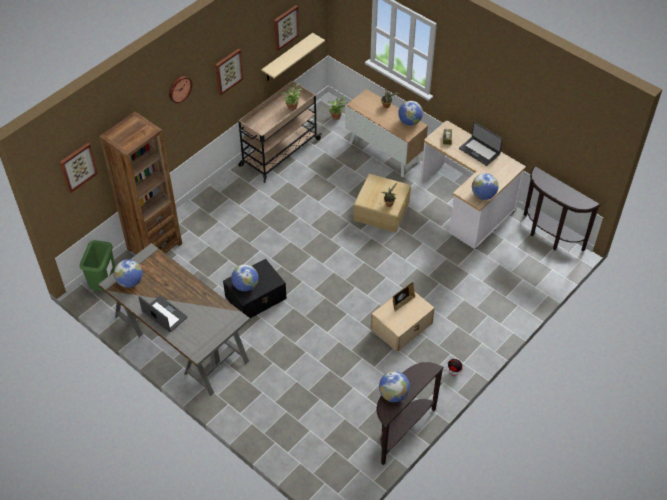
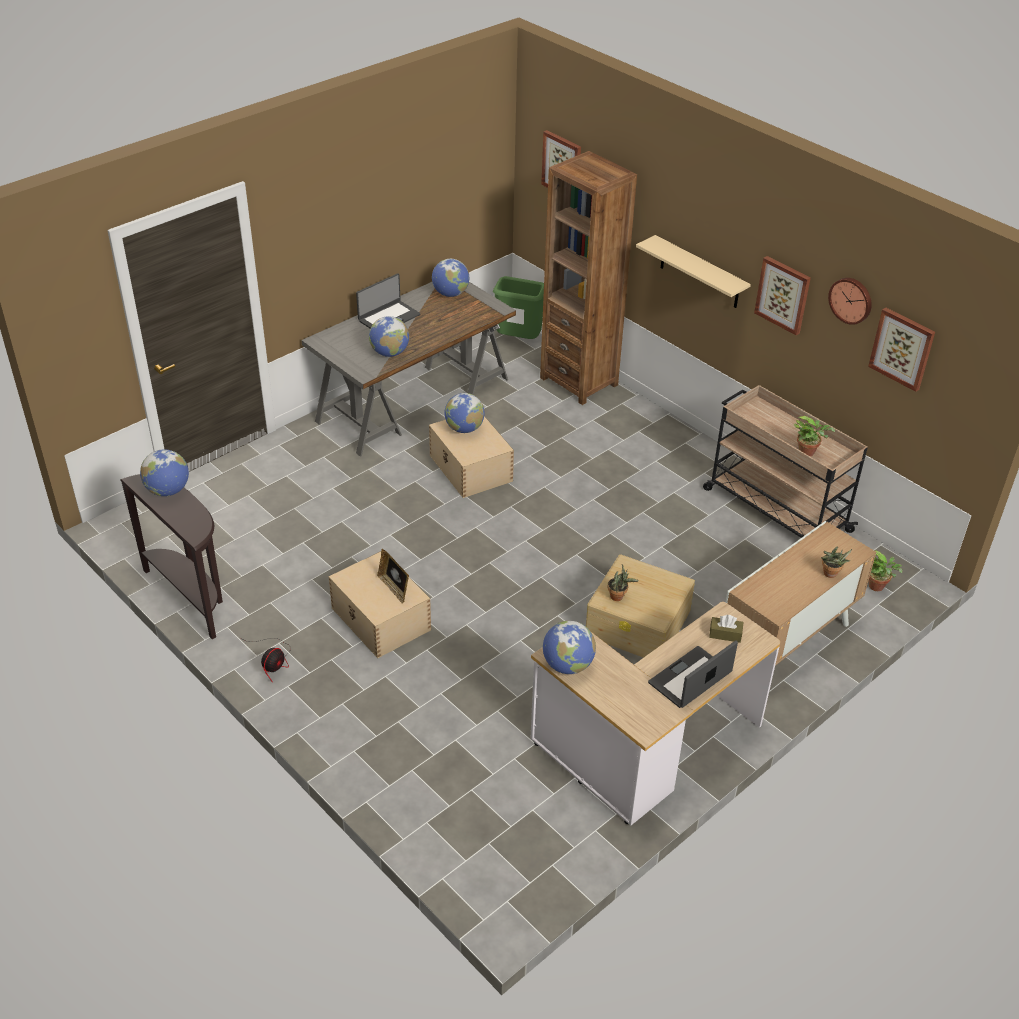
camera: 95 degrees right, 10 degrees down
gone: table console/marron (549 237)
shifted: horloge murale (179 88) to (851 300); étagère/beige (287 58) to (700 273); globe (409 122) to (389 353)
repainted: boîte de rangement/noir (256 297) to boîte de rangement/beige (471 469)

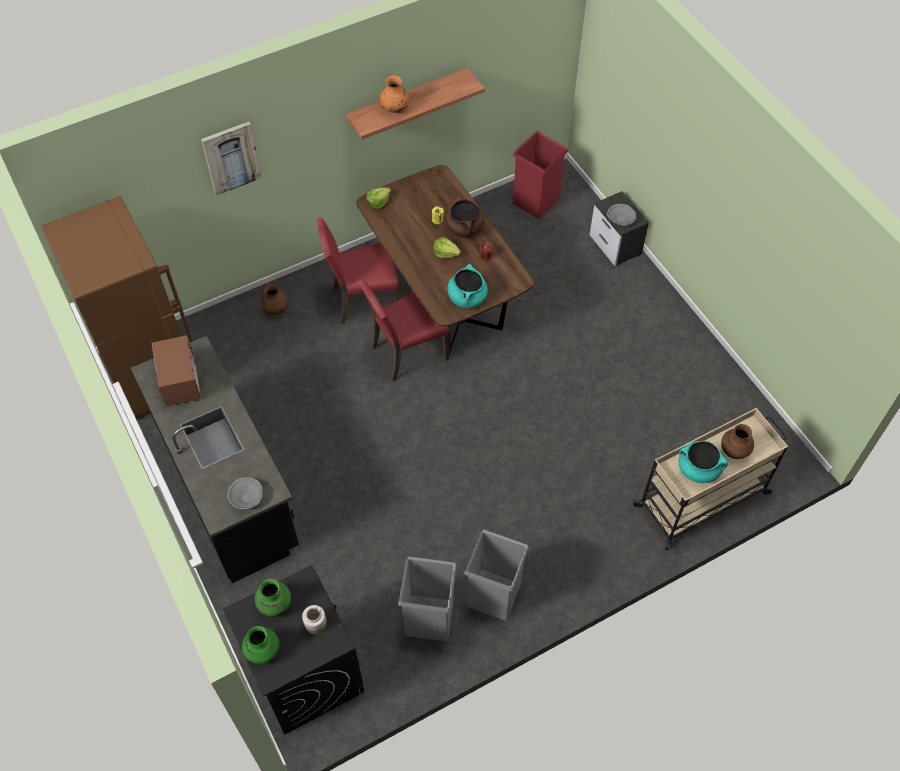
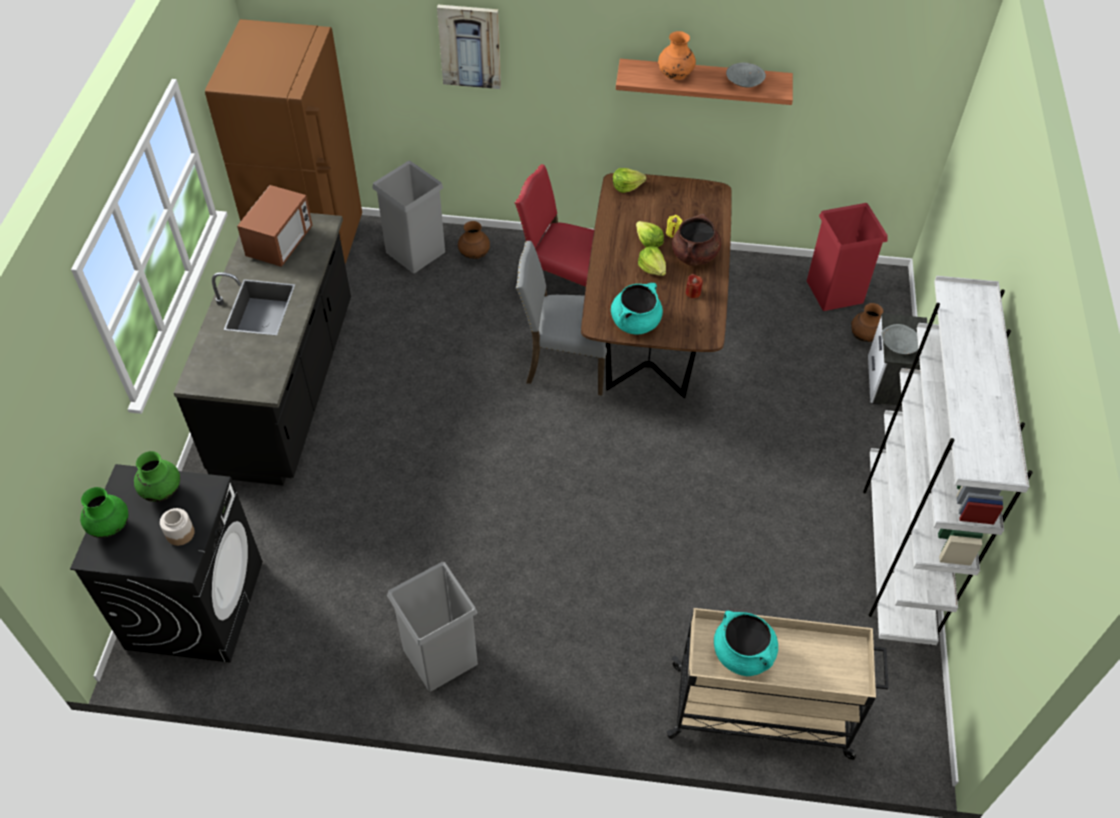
camera: 35 degrees right, 5 degrees down
new: laitue (648 242); bibliothèque/blanc (896 555)
shifted: bol/gris (246 497) to (744 83); poubelle/gris (429 617) to (415 252); vase/marron (734 450) to (865 337)
repainted: chaise/rouge (407 352) to chaise/gris (565 364)

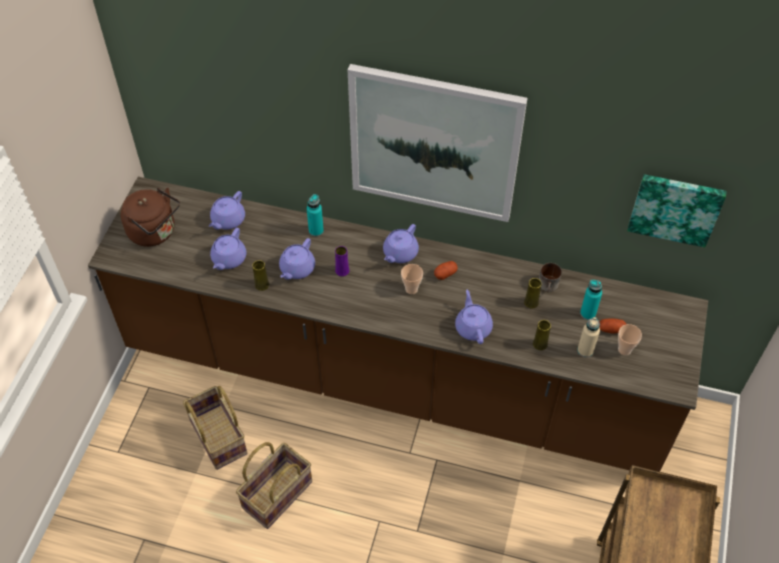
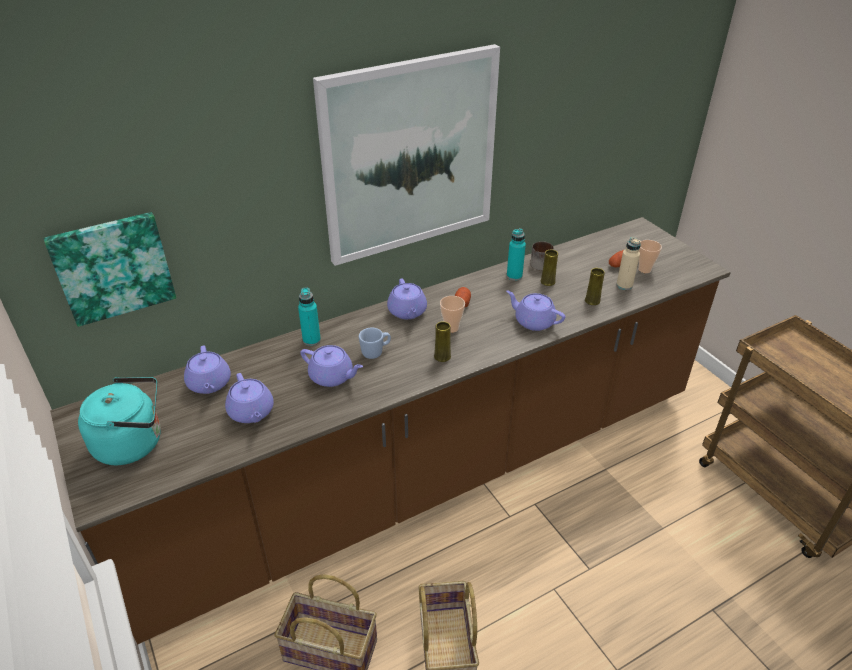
camera: 45 degrees left, 15 degrees down
shifted: vase/jaune (262 285) to (442 356); bouteille/turquoise (588 313) to (514 276); tableau (675 208) to (113 267)
swapped: vase/violet (342 270) to mug/bleu (376 352)
repainted: bouilloire/marron (155 232) to bouilloire/turquoise (133 443)
rotated: théière/violet (297 269) = (332 377) 45 degrees counterclockwise

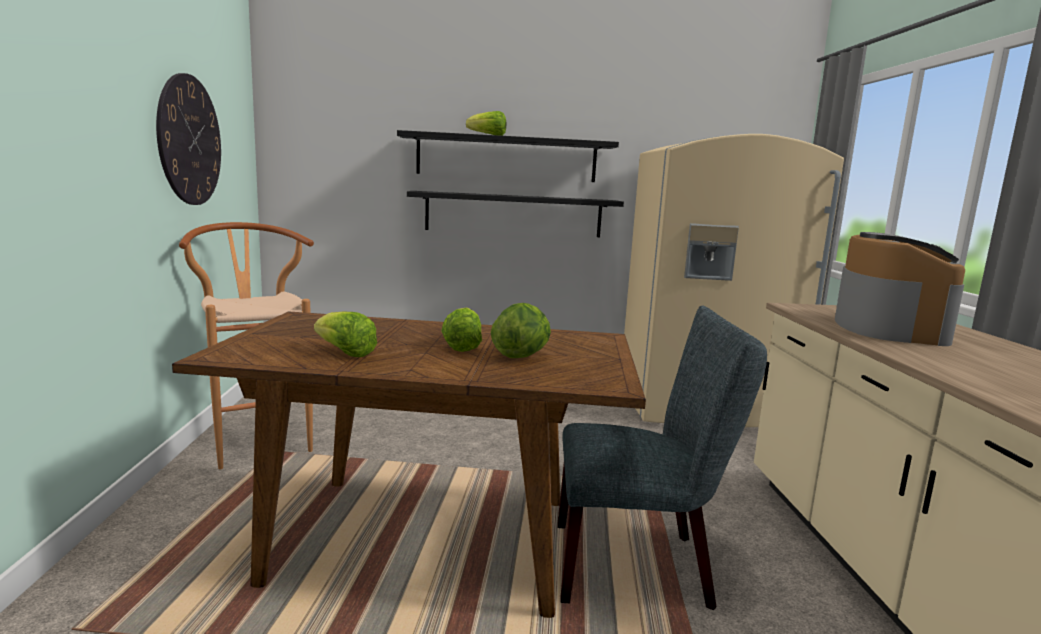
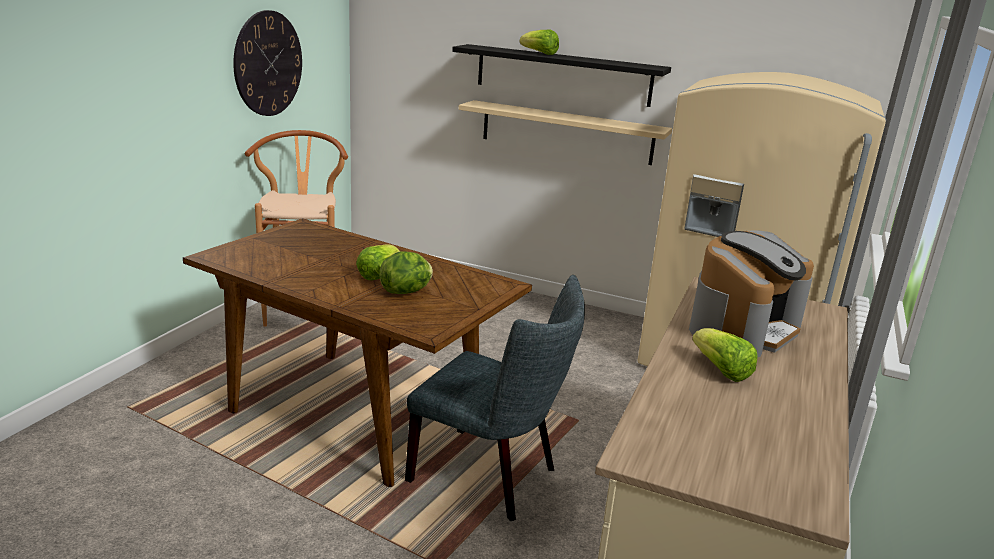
camera: 25 degrees right, 10 degrees up
shifted: laitue (345 353) to (721 370)
repainted: étagère/noir (514 214) to étagère/beige (566 132)

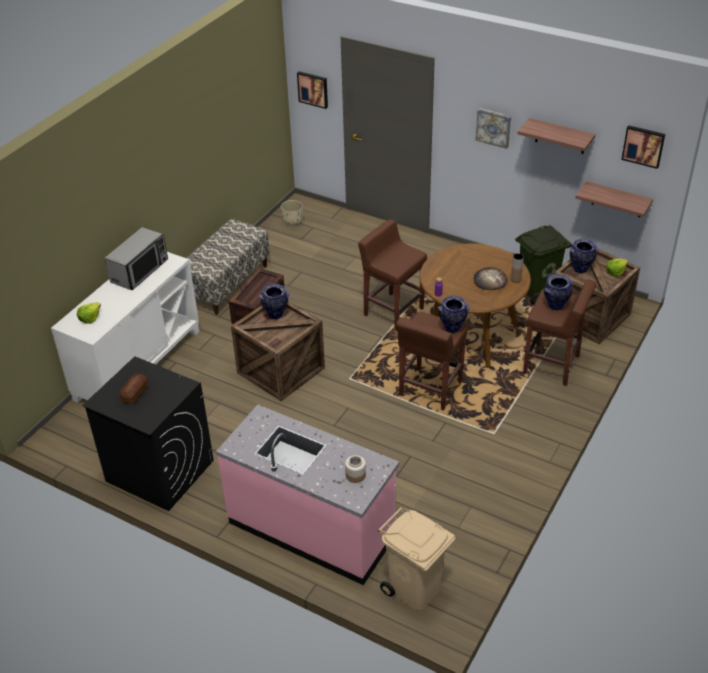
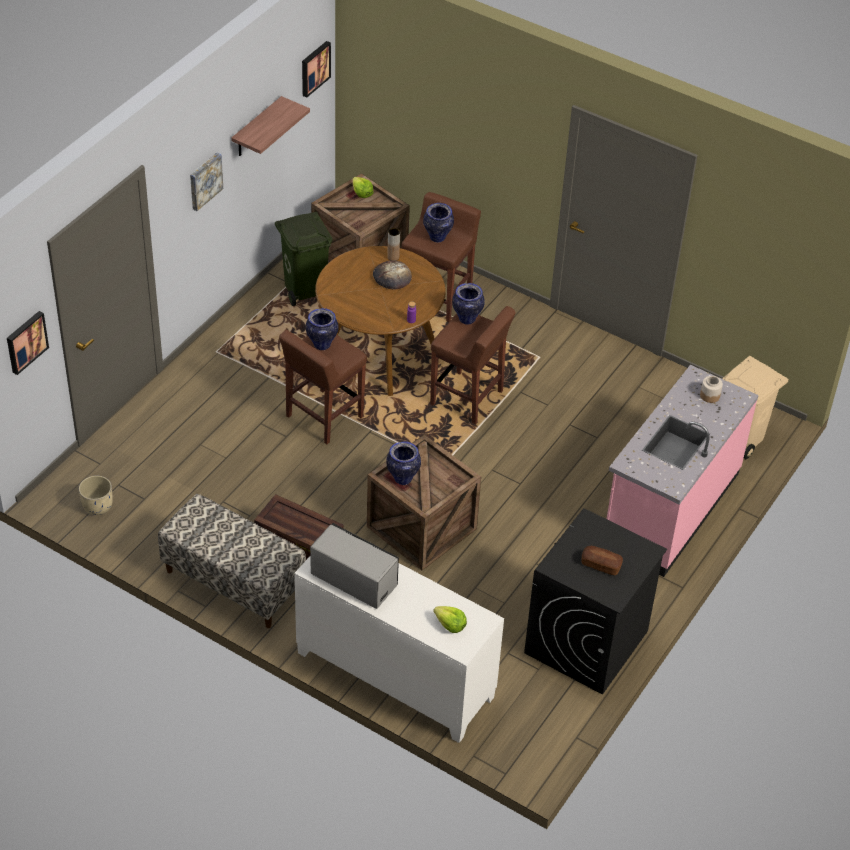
camera: 90 degrees left, 5 degrees up
gone: étagère (617 200)
shifted: vase (580 269) to (322 344)

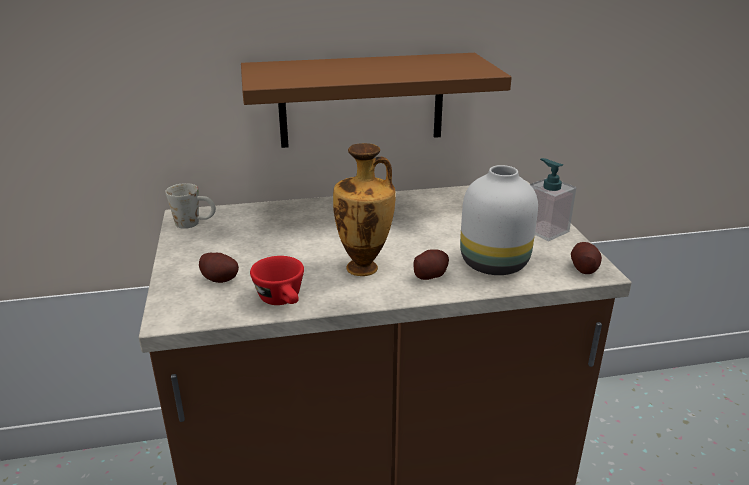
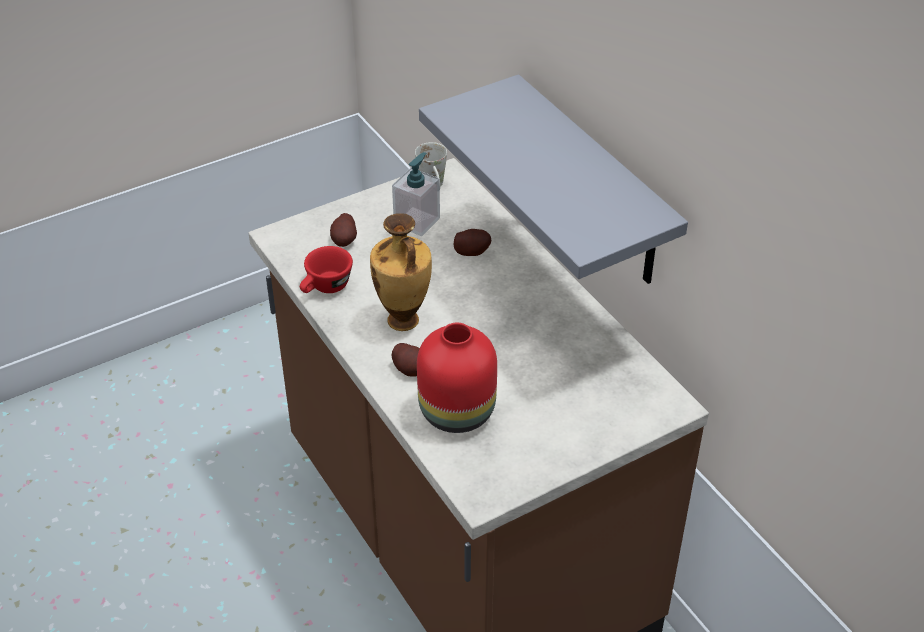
camera: 70 degrees right, 15 degrees up
shifted: distributeur de savon (545 230) to (417 221); pomme de terre (583 268) to (472 251)
repainted: étagère/marron (361 100) to étagère/gris (594 185); vase/blanc (496 264) to vase/rouge (456 413)

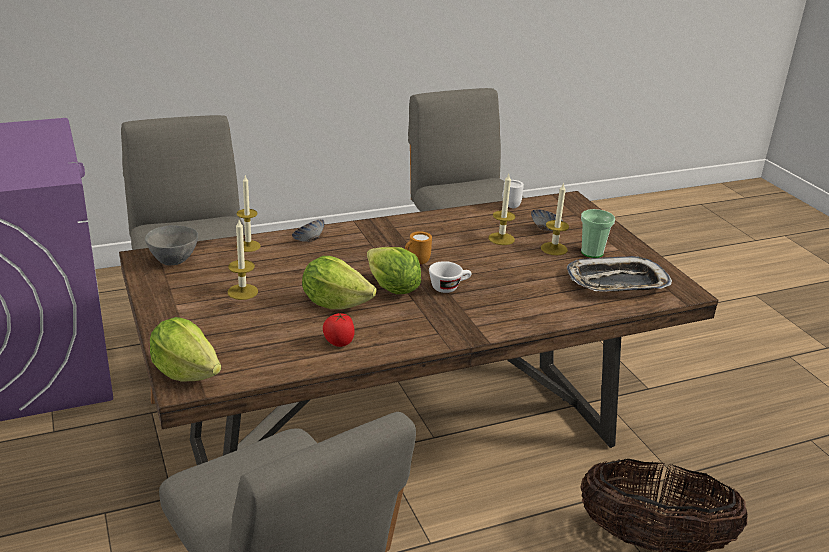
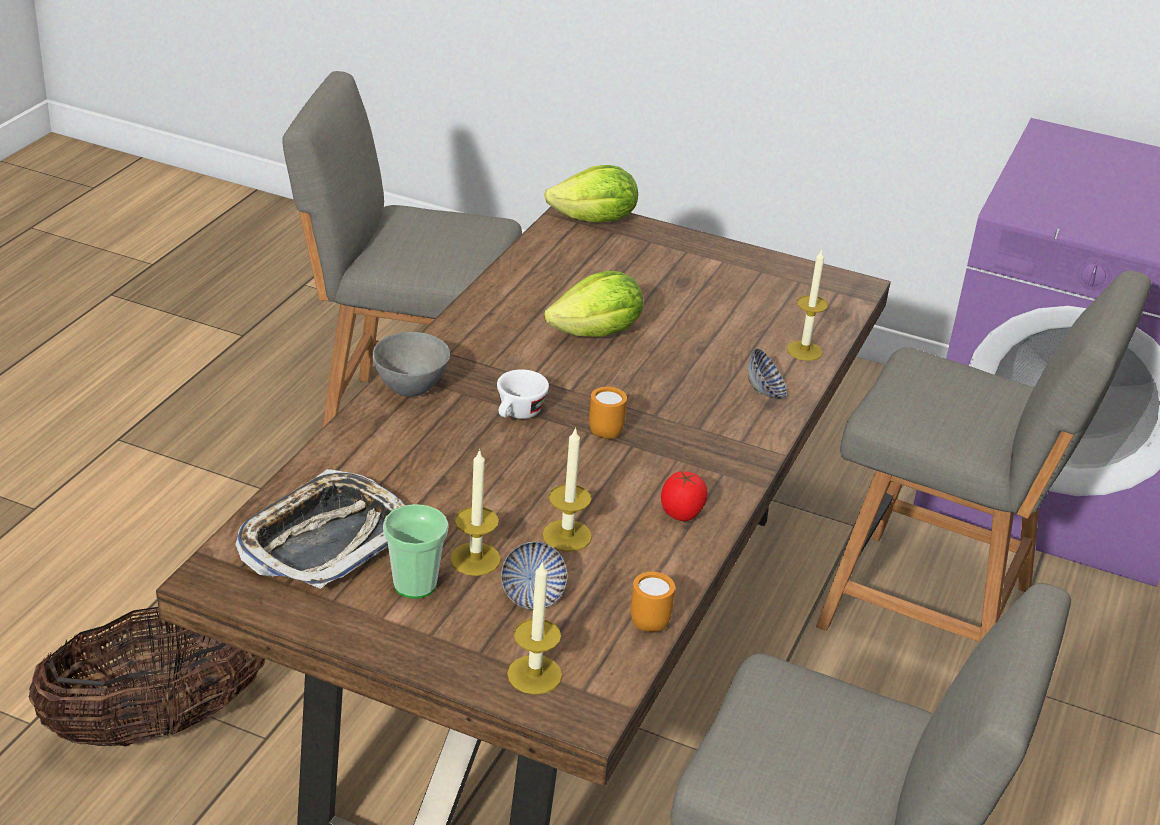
camera: 135 degrees right, 5 degrees up
gone: laitue (392 289)
shifted: bol/gris (174 261) to (411 390); bougie (242 292) to (534 674); tomate (338 343) to (682 514)
repainted: mug/blanc (509 207) to mug/orange (649 620)

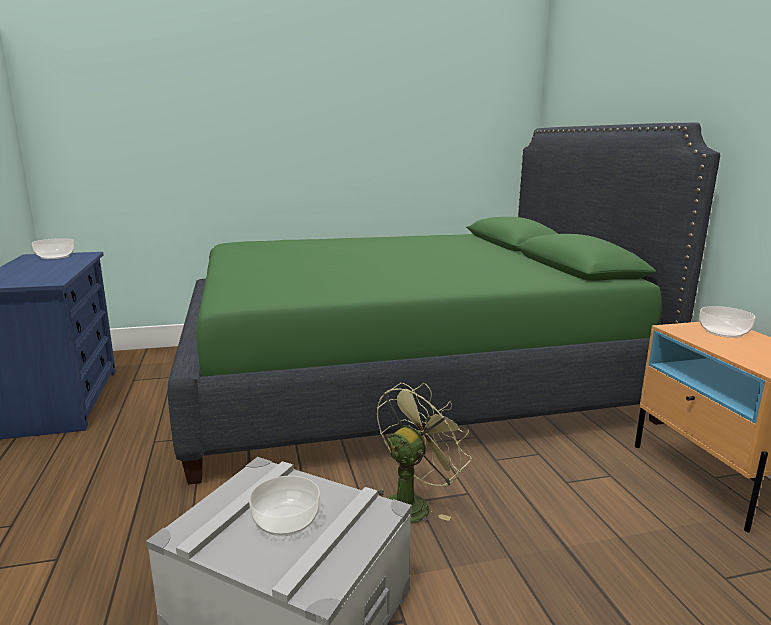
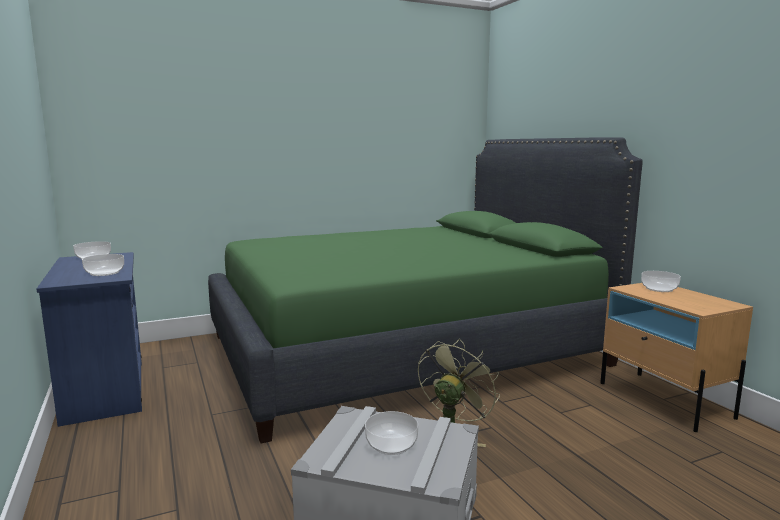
camera: 10 degrees left, 5 degrees down
new: bol (104 273)

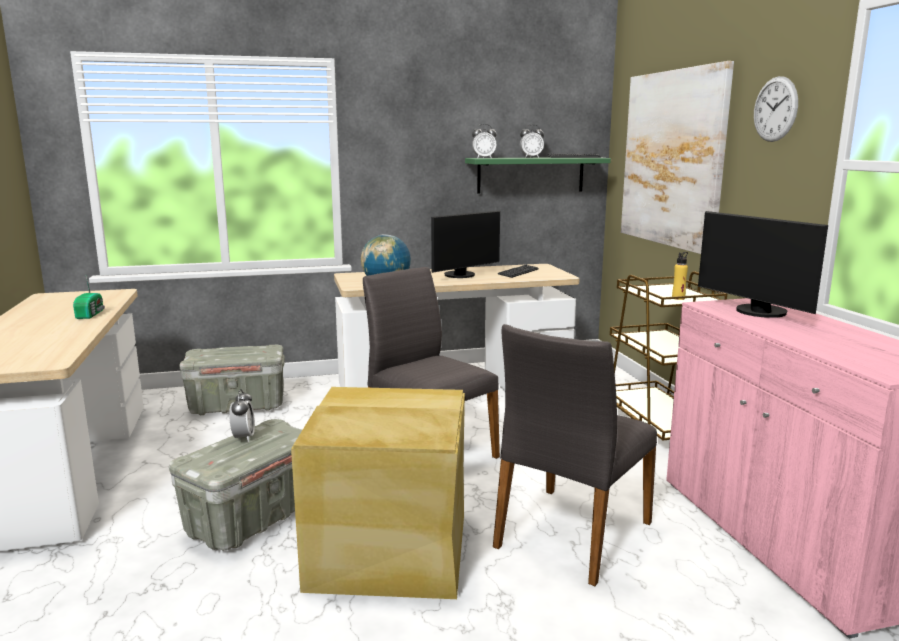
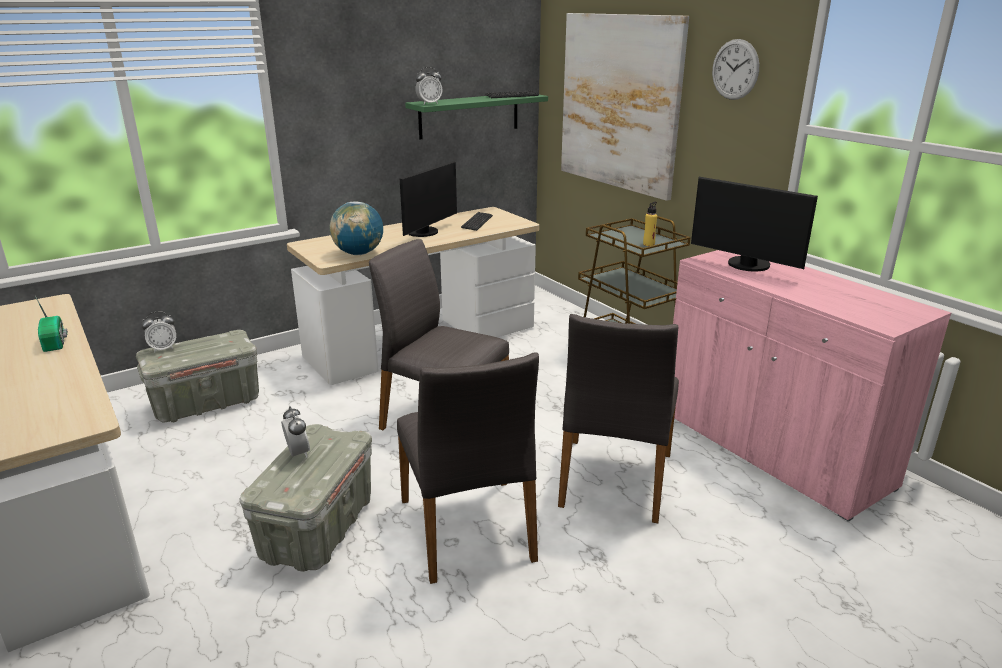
camera: 20 degrees left, 10 degrees up
shifted: réveil (531 157) to (163 348)
swapped: boîte de rangement/beige (388 548) to chaise/gris (469 529)

